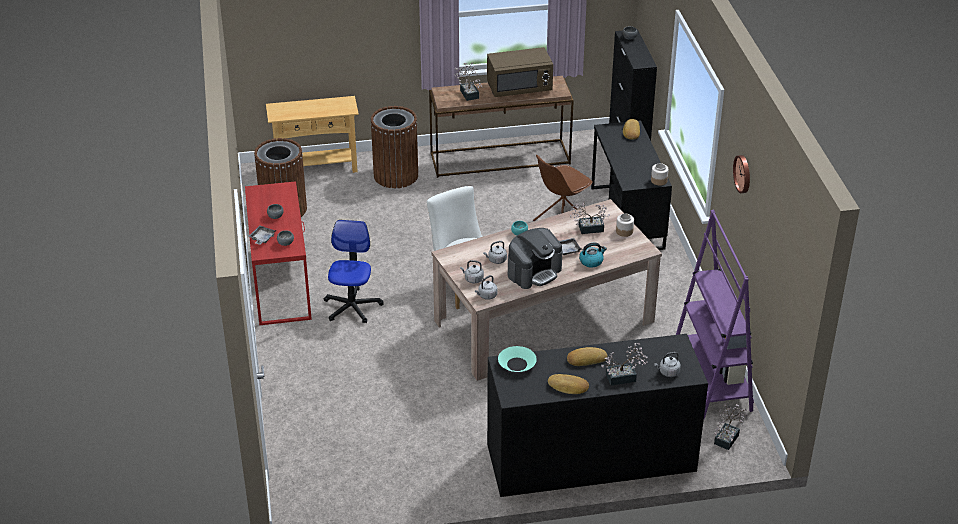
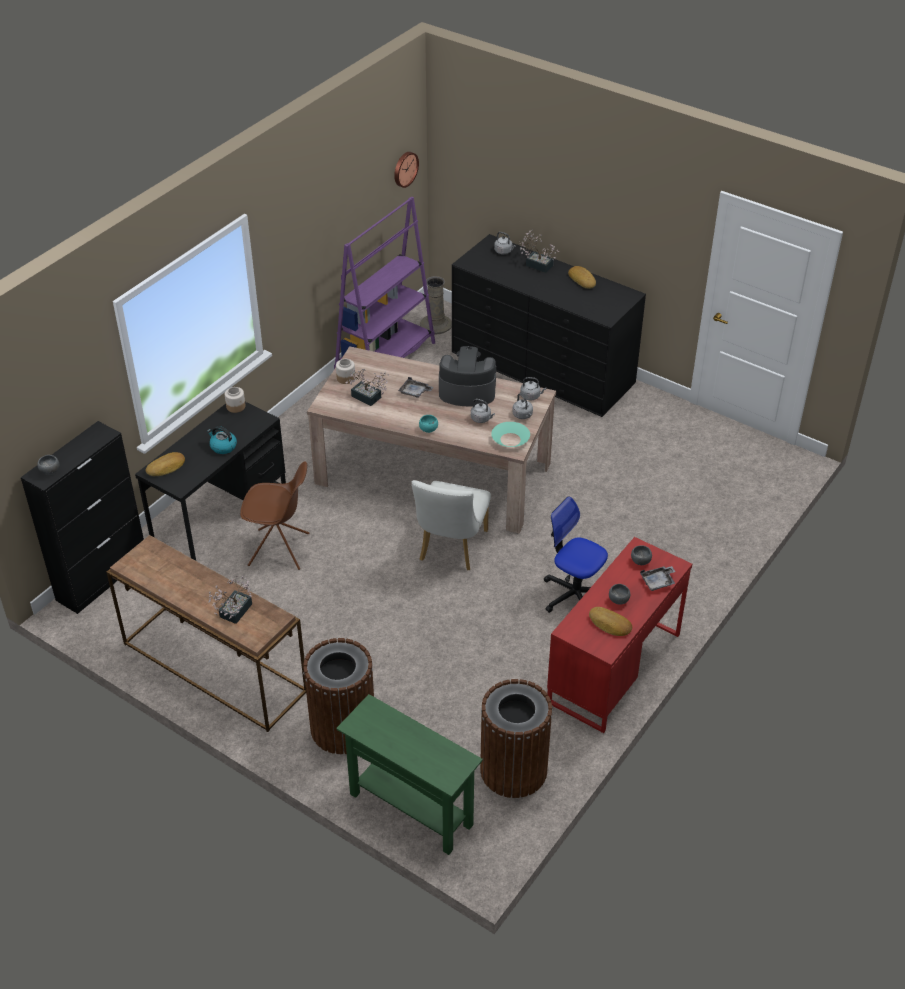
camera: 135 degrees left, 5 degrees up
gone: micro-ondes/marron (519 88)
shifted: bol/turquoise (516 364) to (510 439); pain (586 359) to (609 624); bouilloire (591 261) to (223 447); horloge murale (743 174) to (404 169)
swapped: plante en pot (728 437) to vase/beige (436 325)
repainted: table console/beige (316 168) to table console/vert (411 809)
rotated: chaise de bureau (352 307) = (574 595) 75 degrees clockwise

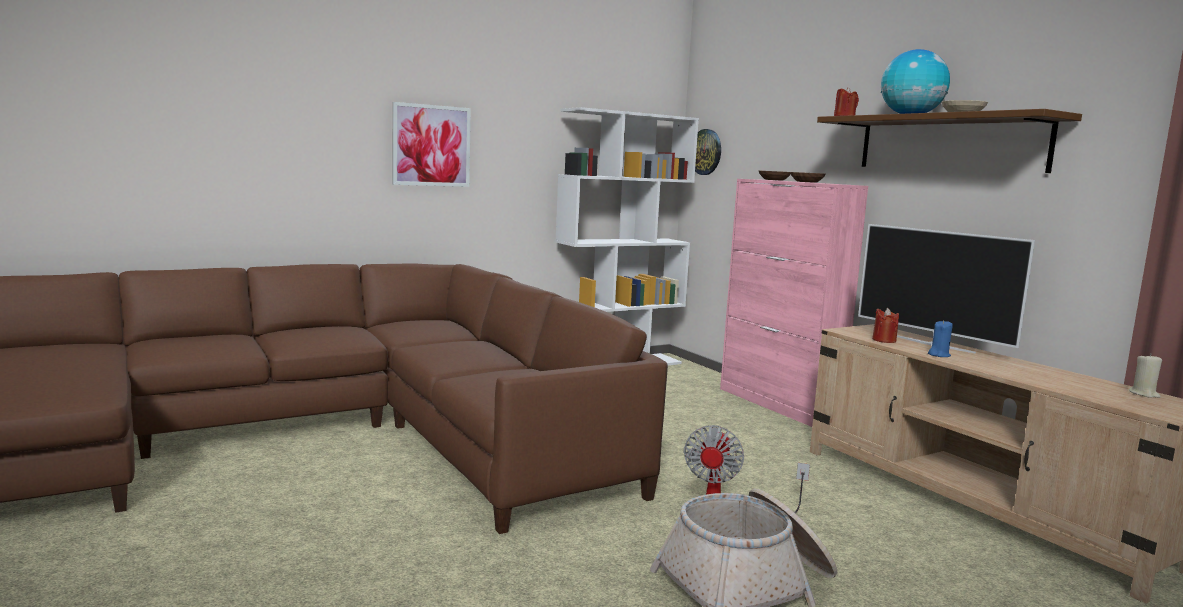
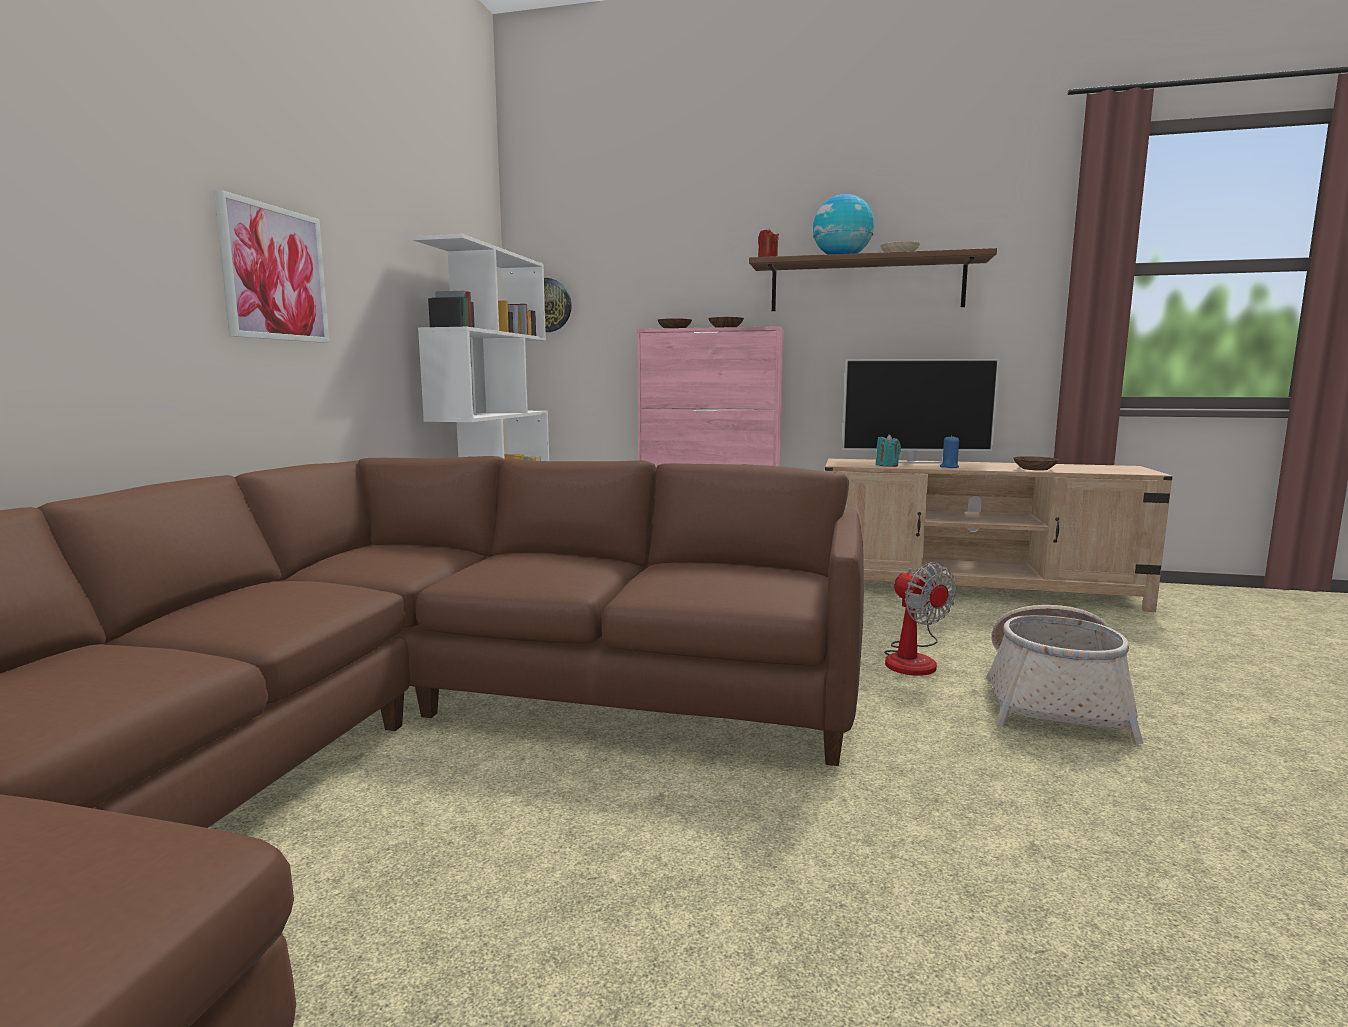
camera: 45 degrees left, 0 degrees up
gone: bougie/beige (1144 394)
new: bol/marron (1033 469)
repainted: bougie/rouge (884 340) to bougie/turquoise (887 465)

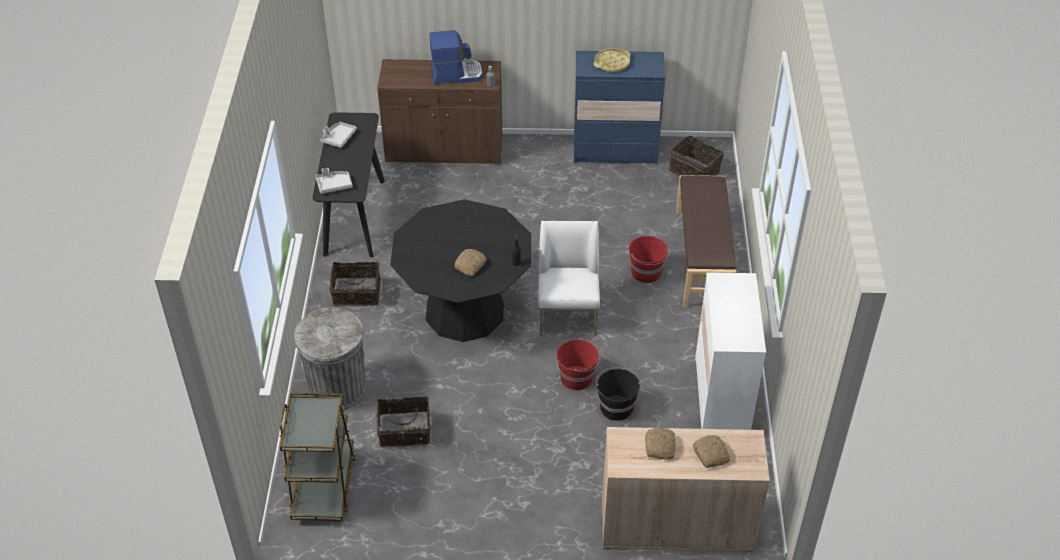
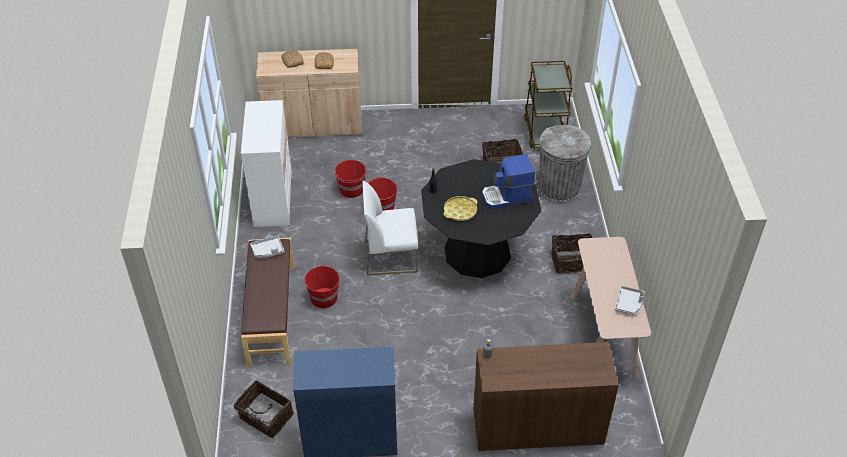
camera: 175 degrees right, 0 degrees up
gone: pain (470 266)
shifted: plateau/gris (334 185) to (268 251); machine à café (456 74) to (507 197); plateau/jaune (612 63) to (460 211)
repainted: table console/noir (354 217) to table console/beige (602 336); seau/noir (616 407) to seau/rouge (351 190)
rotated: chaise/blanc (568 314) = (391 256) 90 degrees clockwise

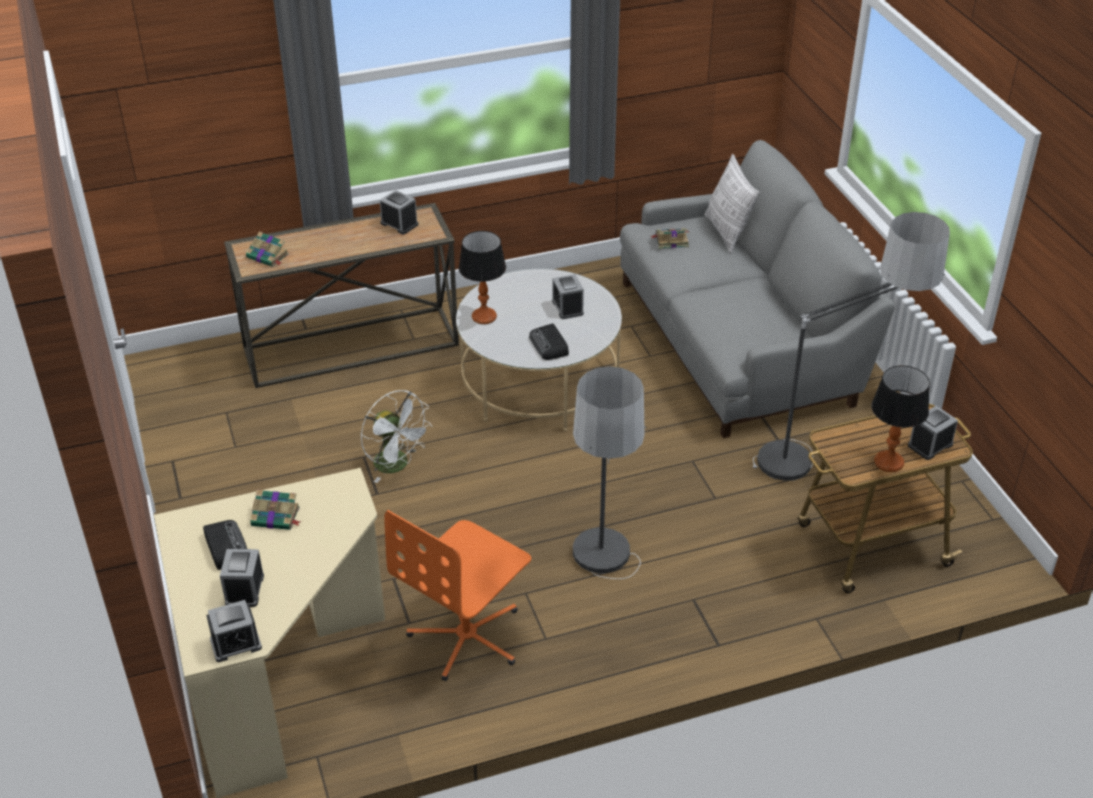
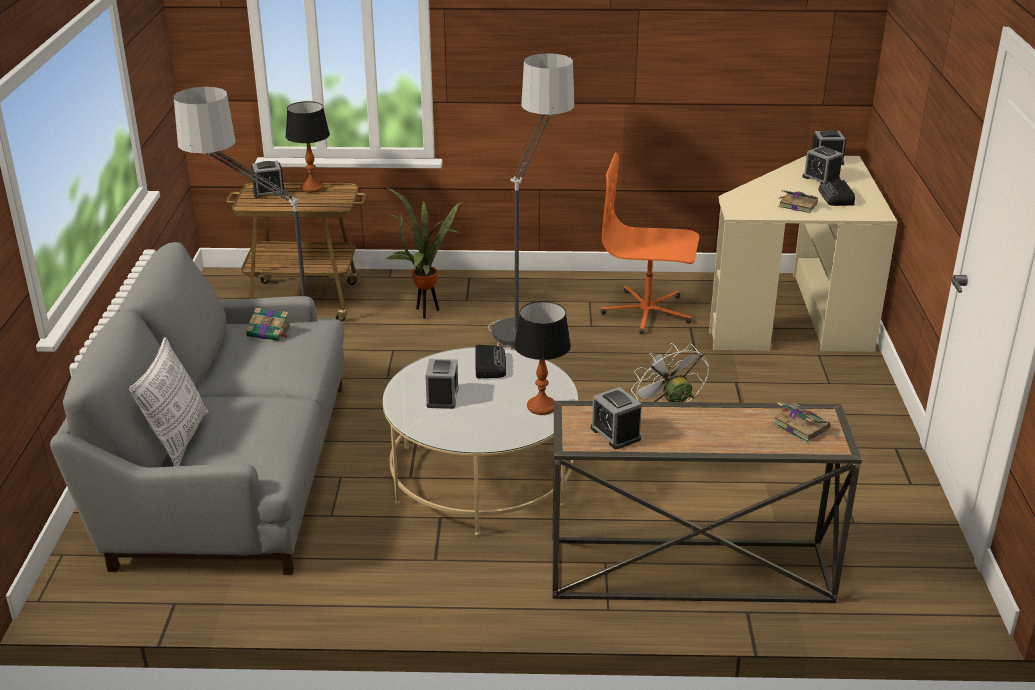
camera: 160 degrees left, 10 degrees down
new: plante en pot (426 311)
shifted: livre (670 240) to (270 332)
rotated: réveil (244 589) = (821 179) 120 degrees clockwise; chaise de bureau/orange (467 636) = (647 312) 135 degrees counterclockwise

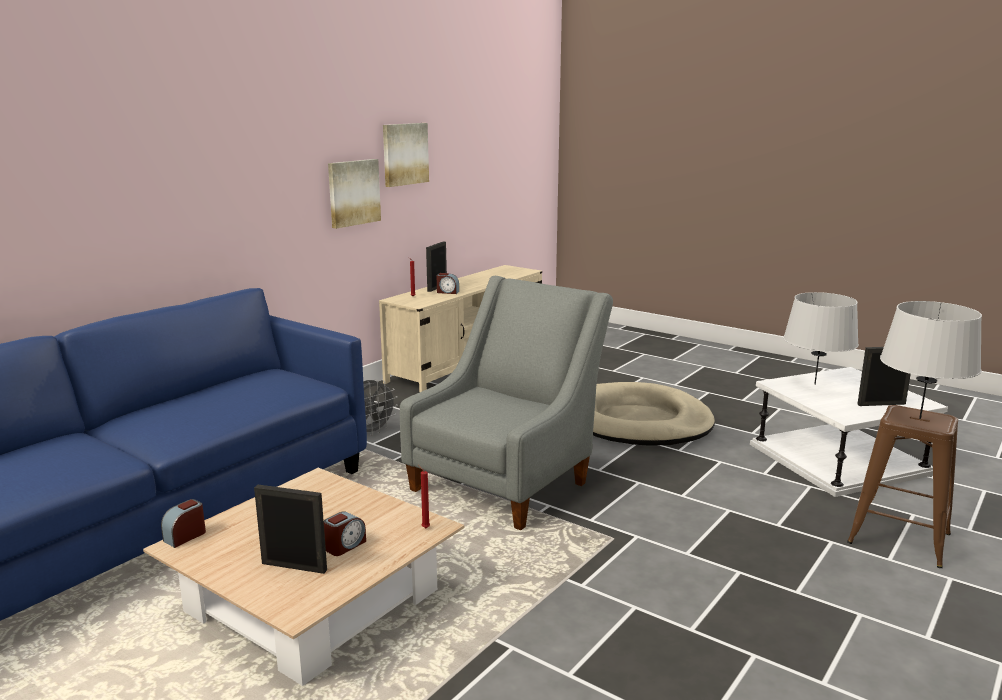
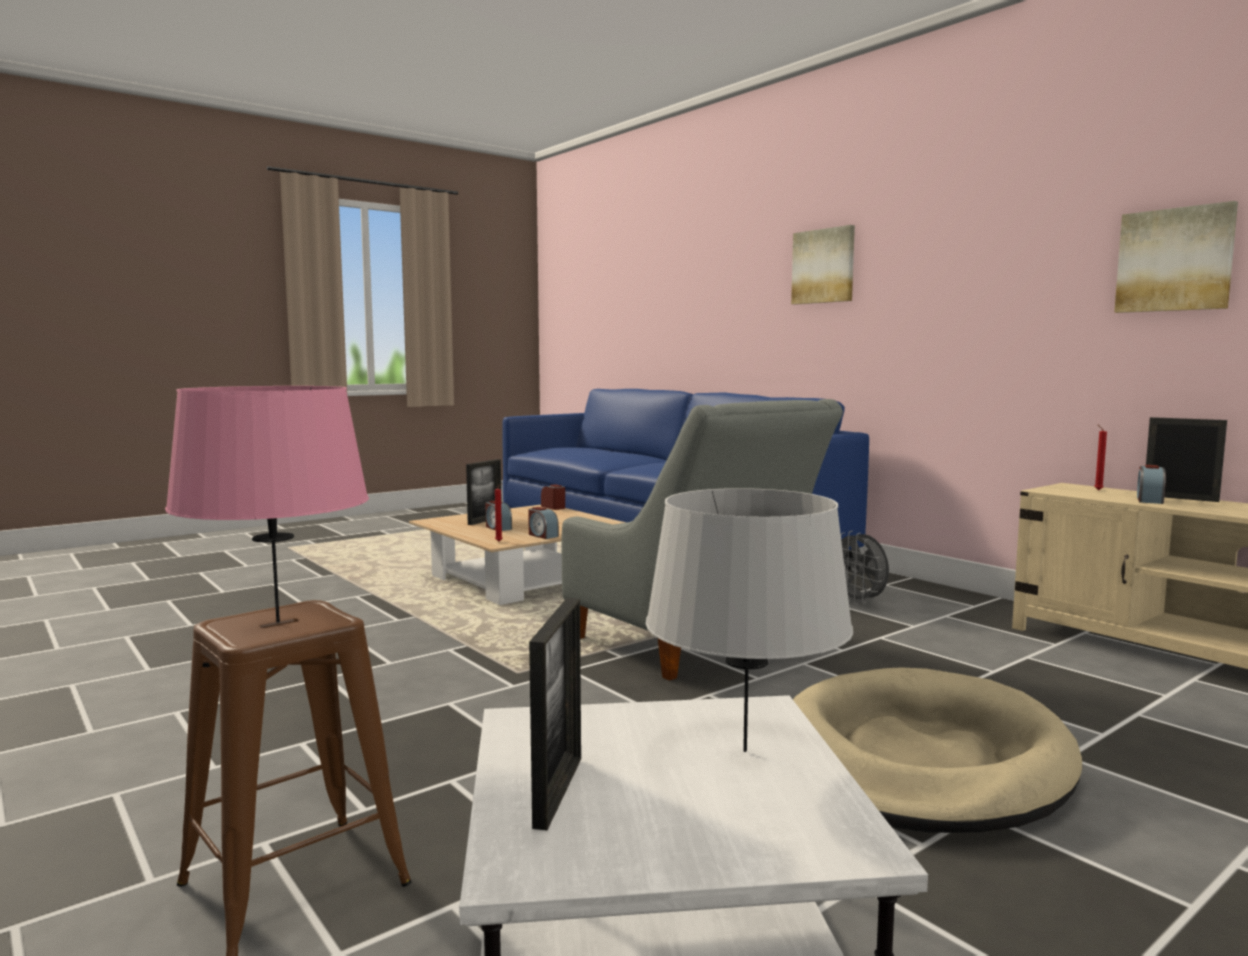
camera: 105 degrees right, 10 degrees down
new: réveil (542 535)
shifted: tableau (353 192) to (824 266)
repainted: lampe de table/gris (919 418) to lampe de table/rose (279 622)

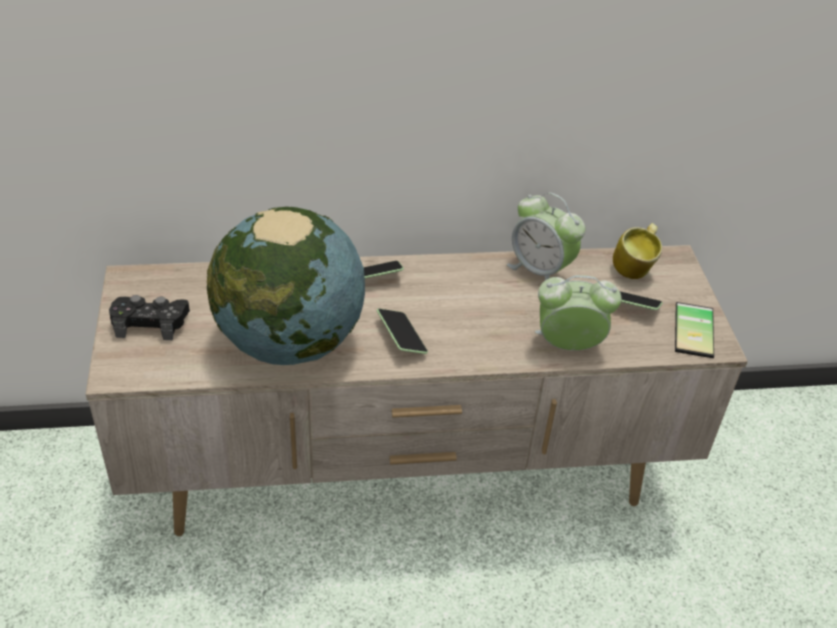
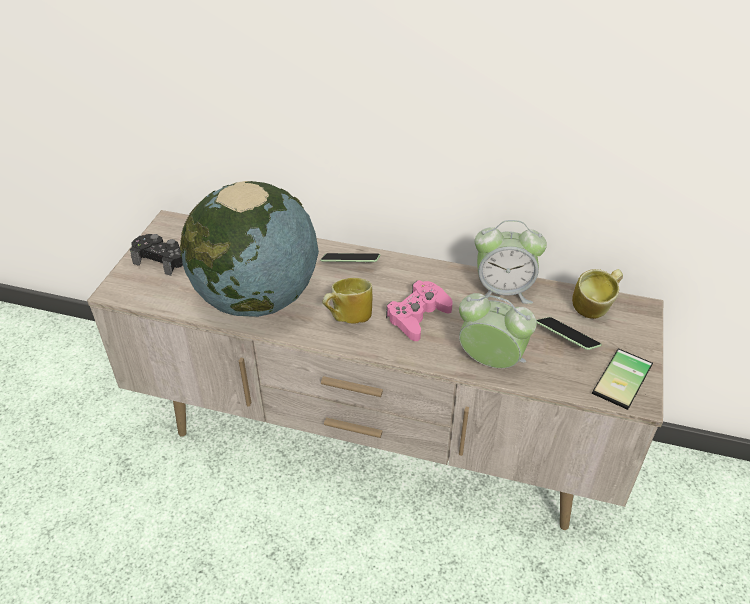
camera: 25 degrees right, 0 degrees up
new: manette/rose (418 316)
swapped: téléphone (401 338) to mug (347 318)
rotated: réveil (540 271) = (503 291) 60 degrees counterclockwise

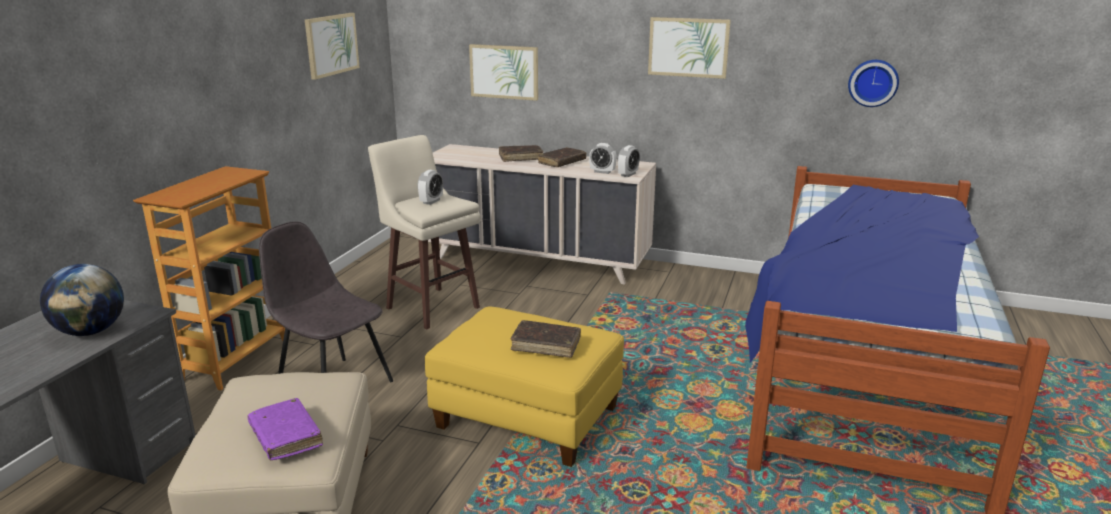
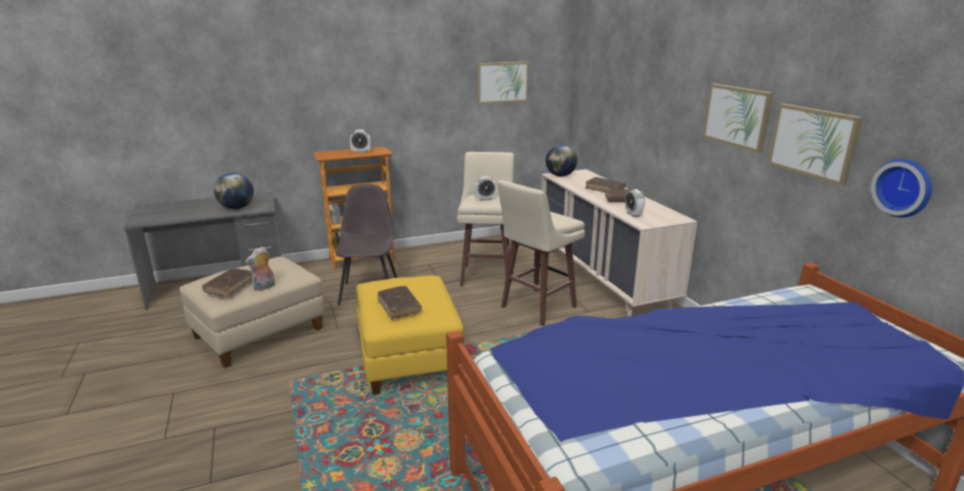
camera: 50 degrees right, 0 degrees up
new: peluche (264 287); tabouret/beige (536 307); globe (560 176)
shifted: tableau (504 71) to (813 142); réveil (628 175) to (361 152)
repainted: livre/violet (285 437) to livre/marron (230 286)

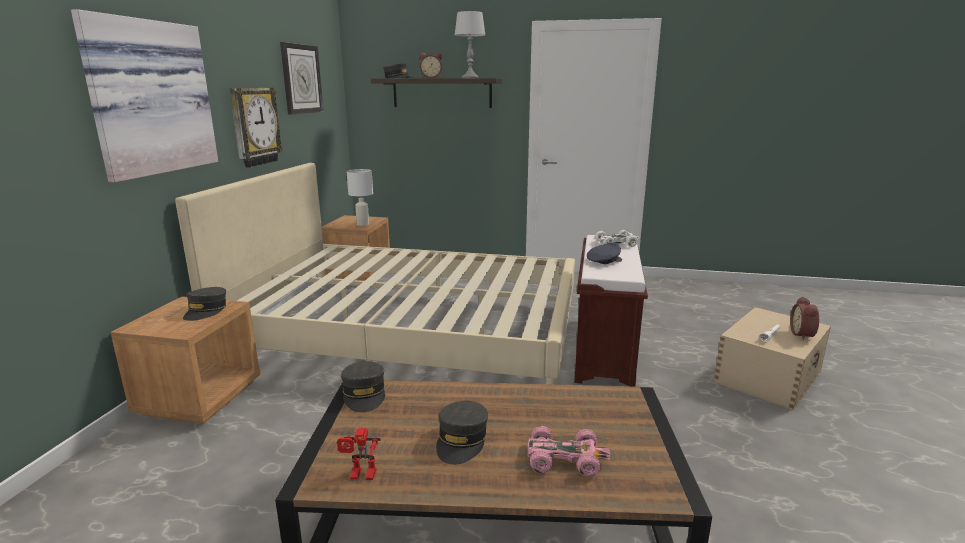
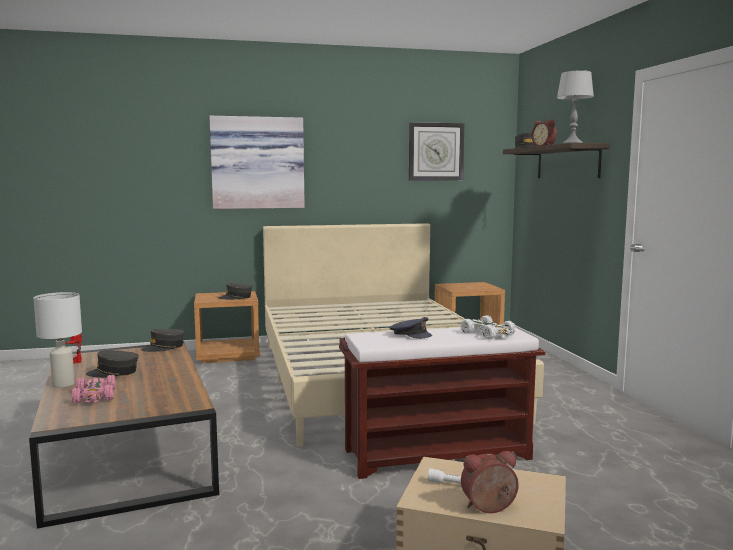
camera: 65 degrees right, 10 degrees down
gone: horloge murale (254 126)
shifted: lampe de table/blanc (363 224) to (62 384)

